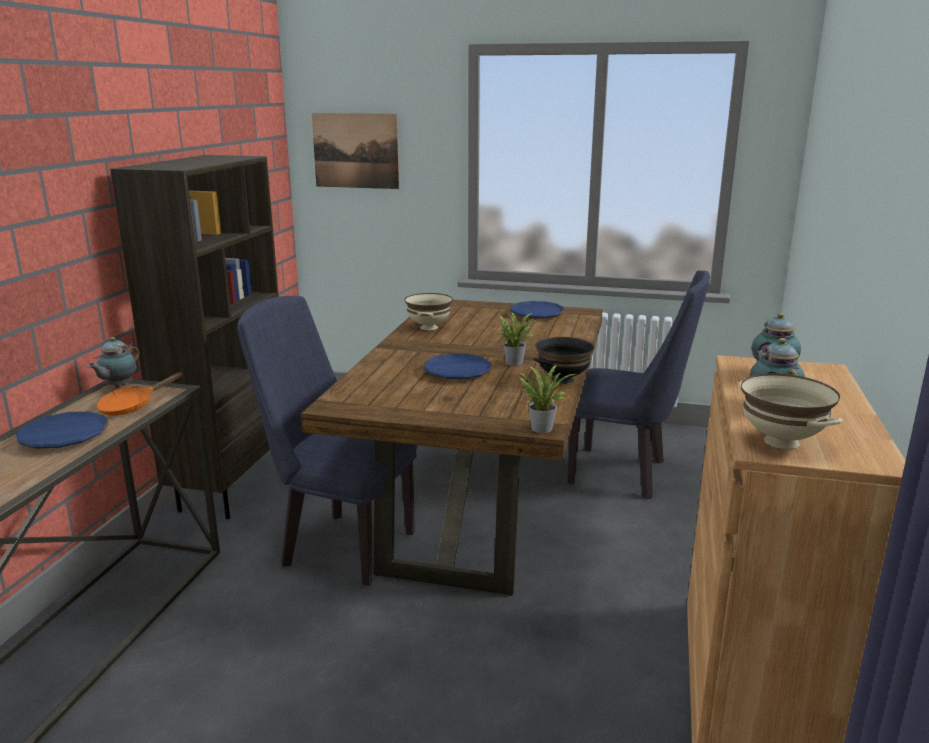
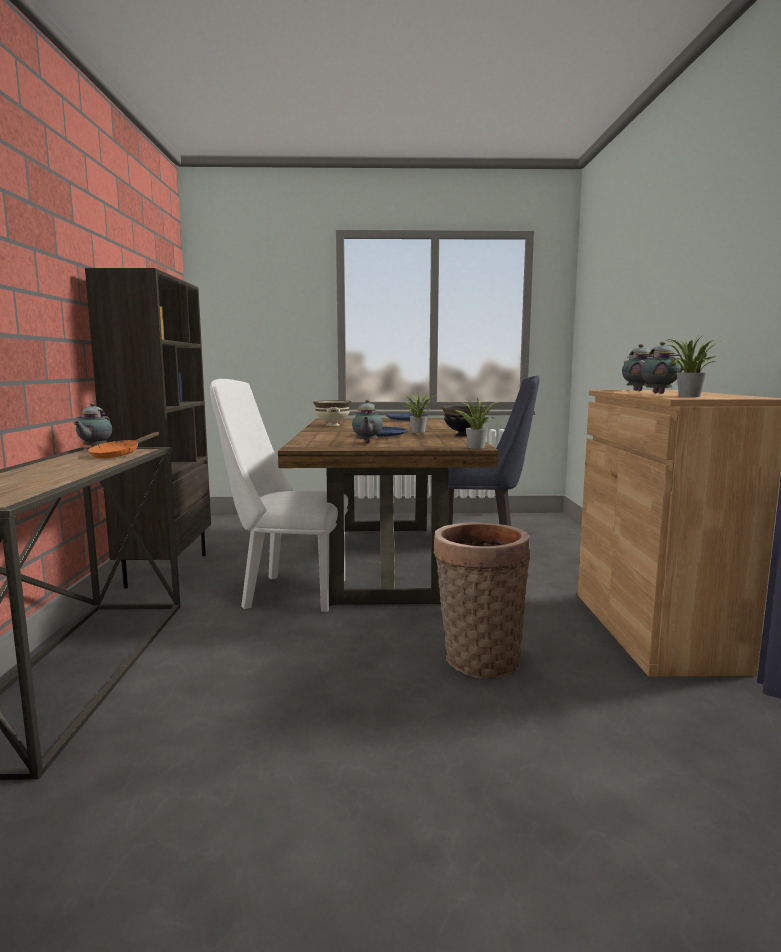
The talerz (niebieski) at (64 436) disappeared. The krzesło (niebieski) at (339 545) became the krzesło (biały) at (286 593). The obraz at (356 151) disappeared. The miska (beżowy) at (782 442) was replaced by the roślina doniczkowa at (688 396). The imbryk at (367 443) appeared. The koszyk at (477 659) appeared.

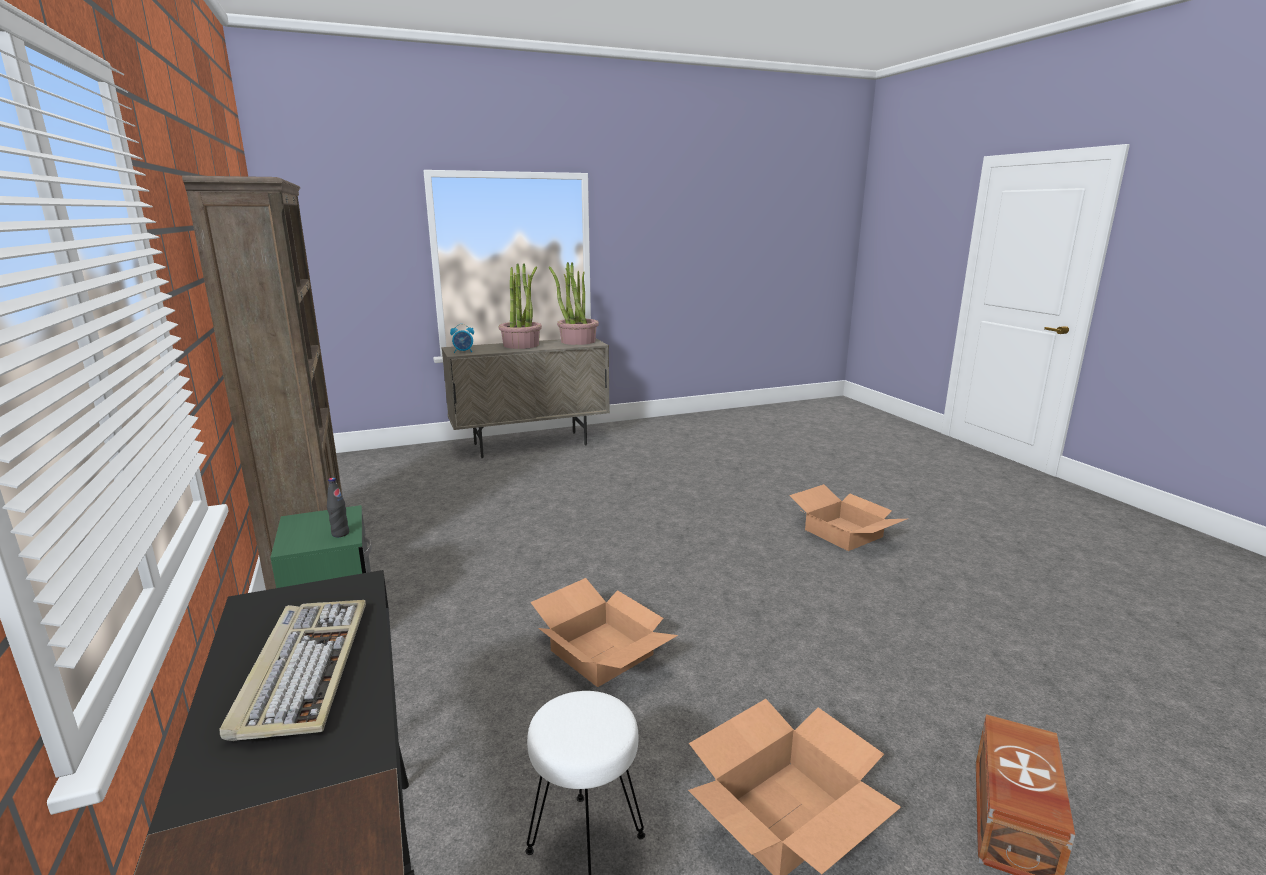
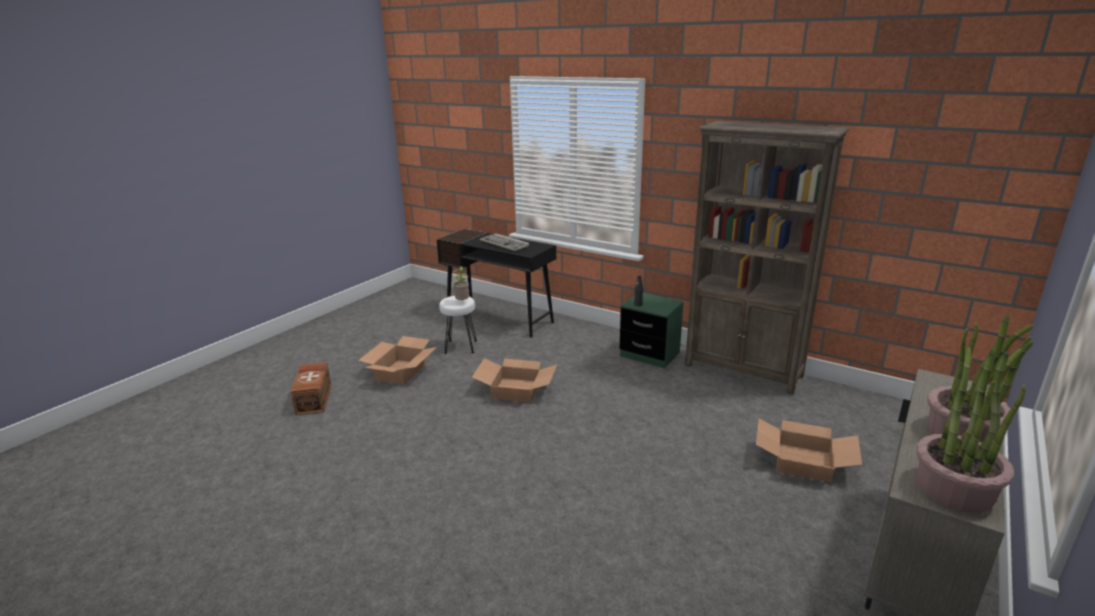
The budzik at (463 352) disappeared. The karton moved from (845 533) to (802 462). The roślina doniczkowa at (462 302) appeared.

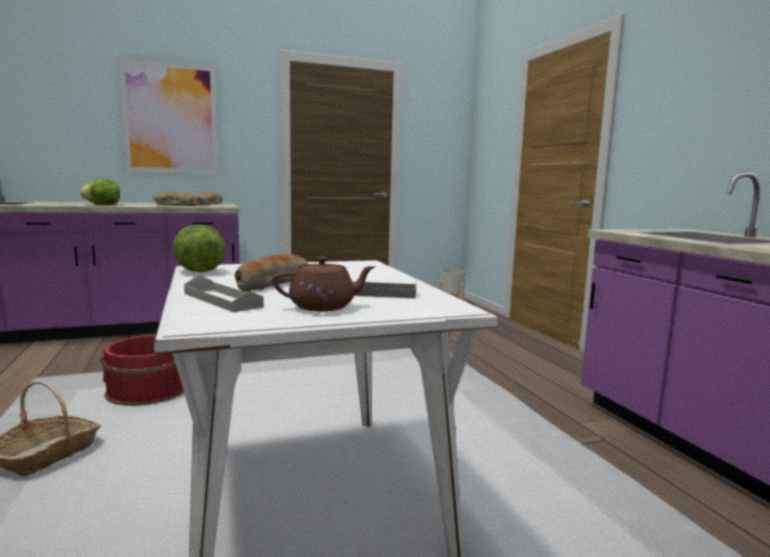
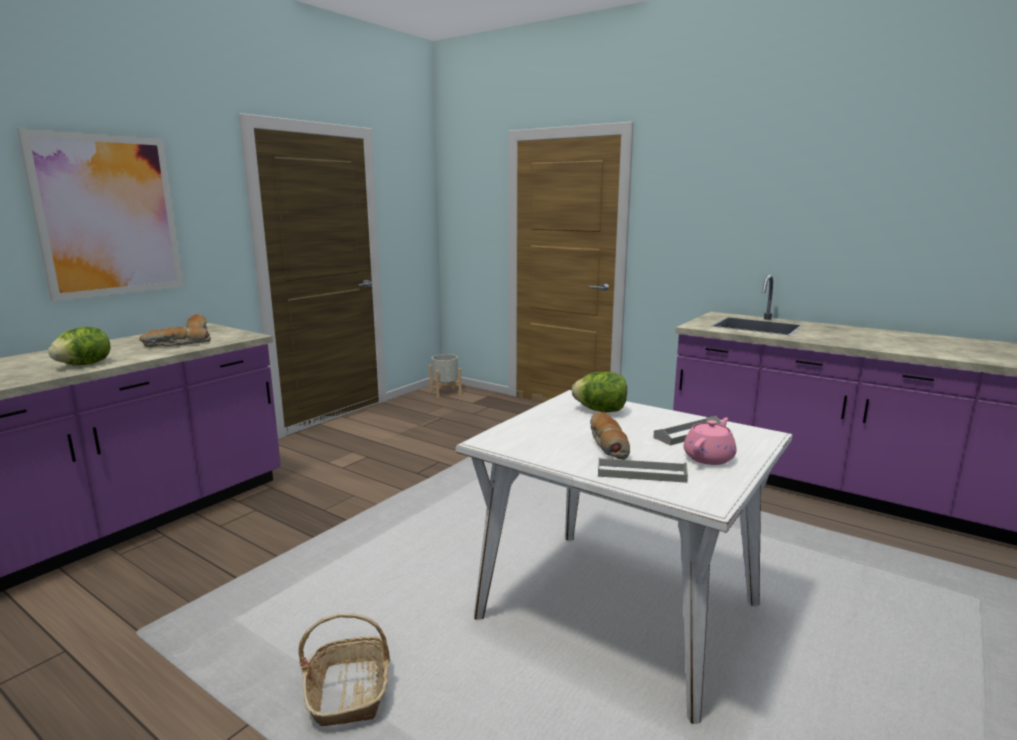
The wiadro (czerwony) at (147 391) disappeared. The sałata moved from (198 271) to (600 410). The imbryk (brązowy) at (324 306) became the imbryk (różowy) at (709 457).

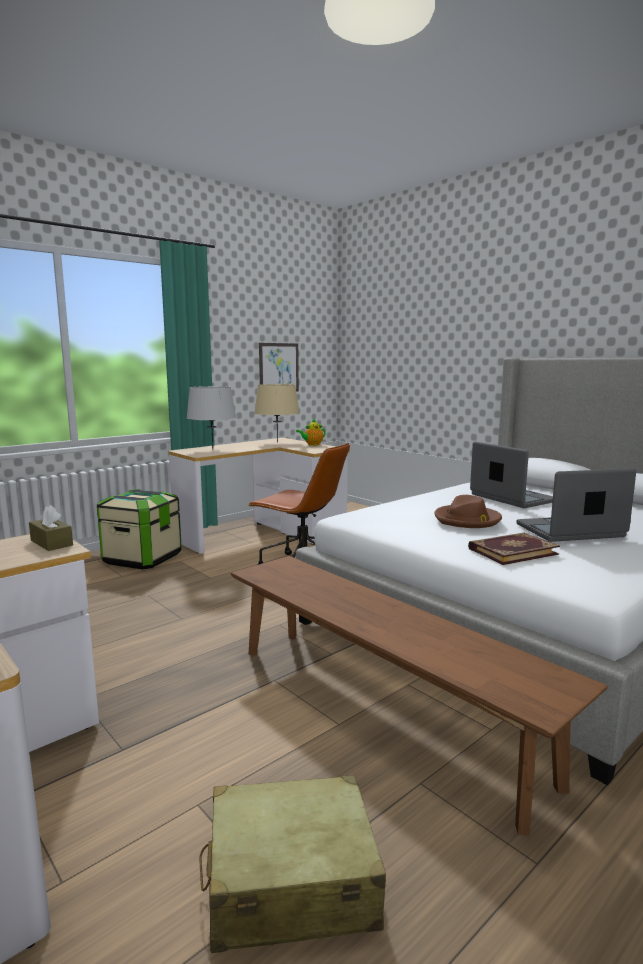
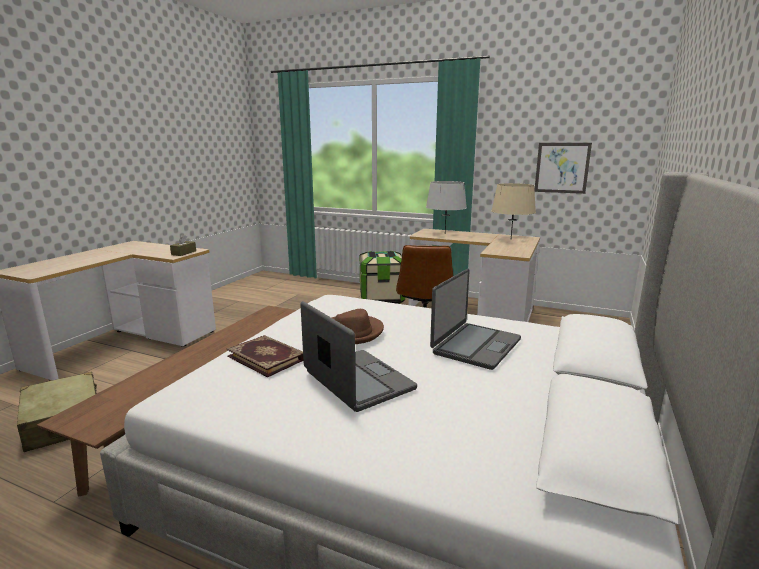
The imbryk at (312 445) disappeared.

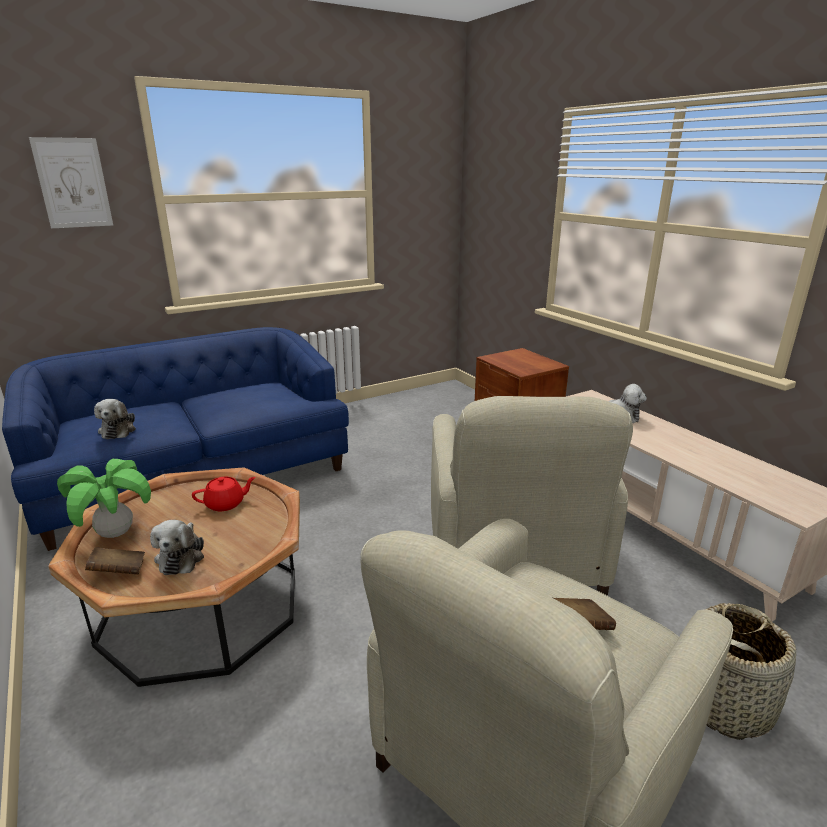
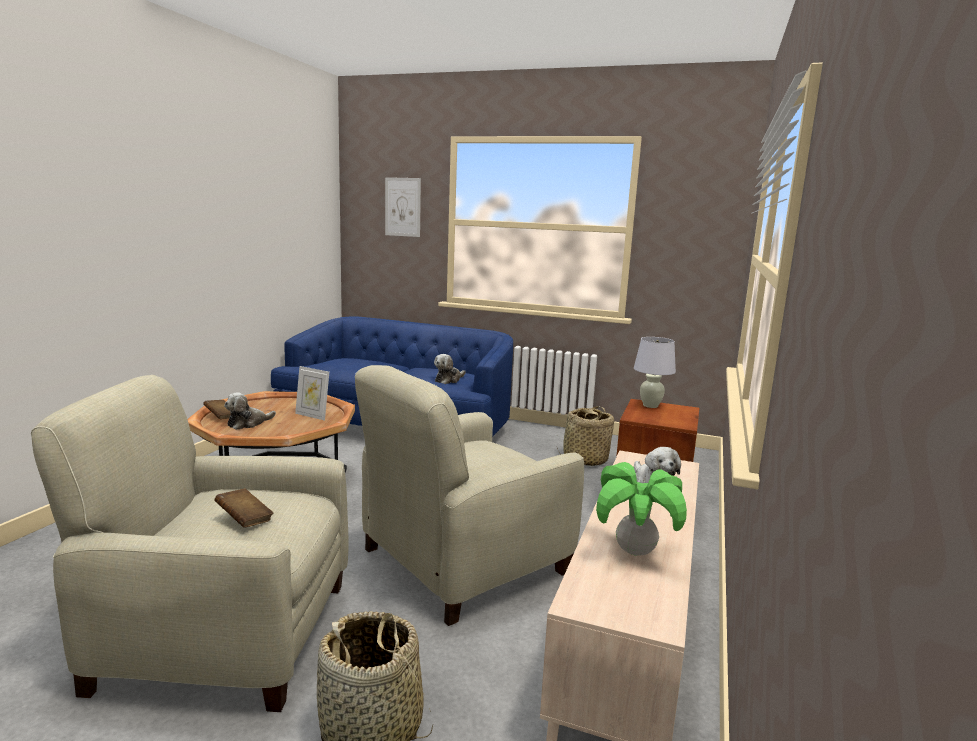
The roślina doniczkowa moved from (116 533) to (635 551). The pluszak moved from (118 430) to (448 380). The imbryk (czerwony) at (226 504) was replaced by the ramka na zdjęcie at (312 416). The koszyk at (585 459) appeared. The lampa stołowa (biały) at (650 405) appeared.

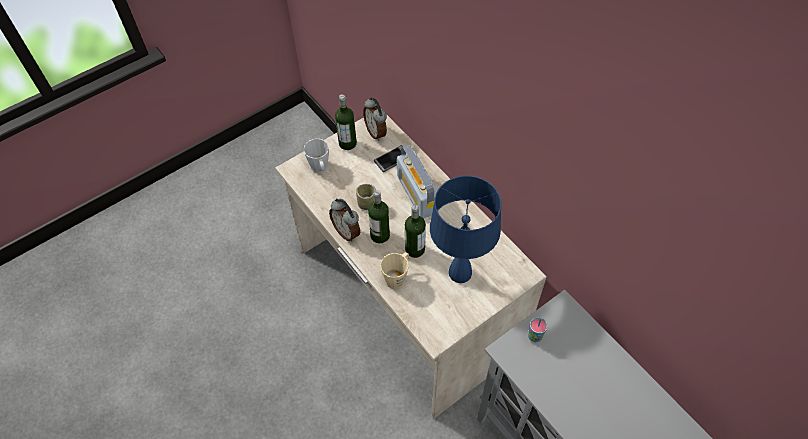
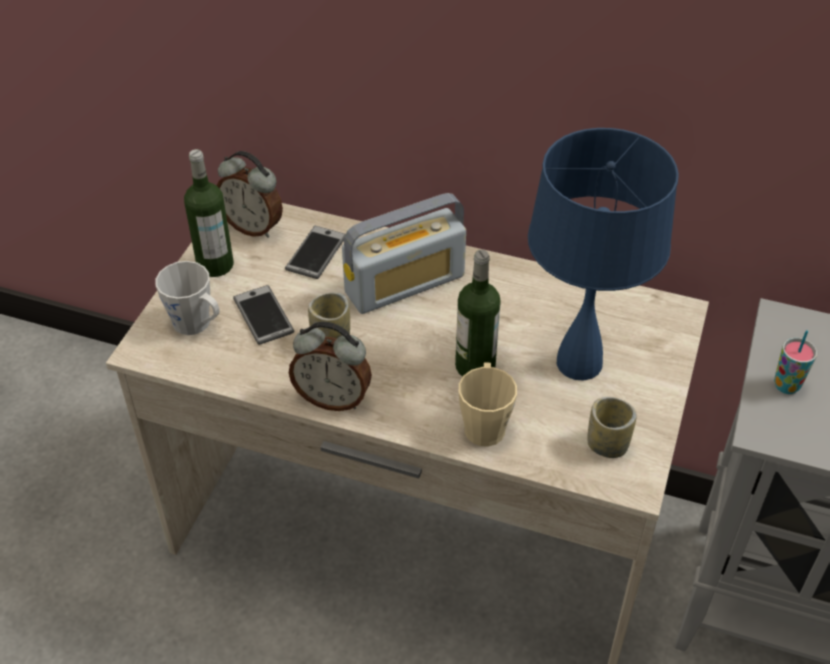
The butelka at (380 235) disappeared. The radio at (417 194) turned 60 degrees counterclockwise. The telefon at (263 316) appeared. The filiżanka at (607 444) appeared.

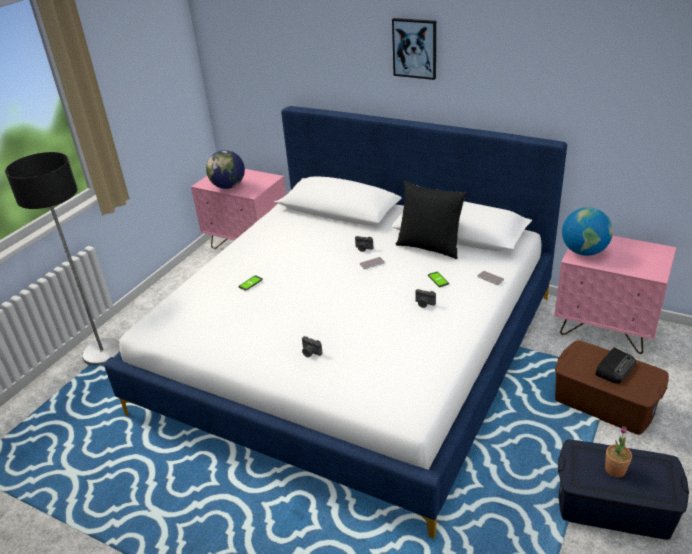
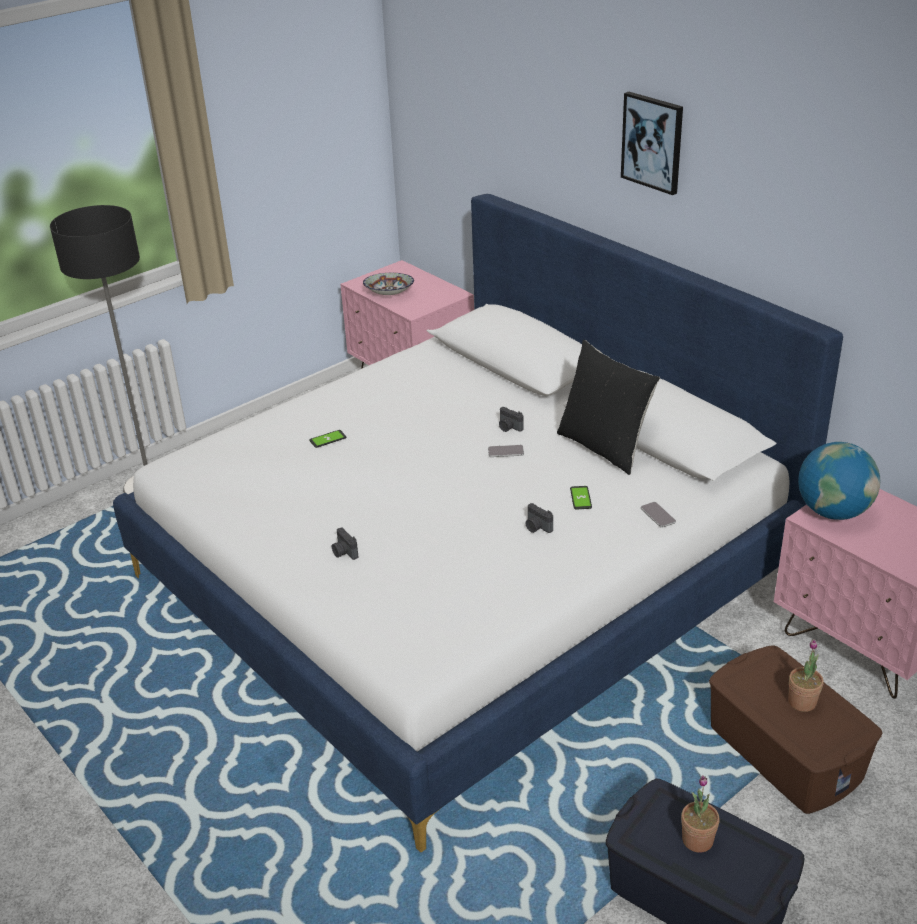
The globus at (228 186) was replaced by the miska at (389 294). The radio at (615 368) was replaced by the roślina doniczkowa at (802 702).

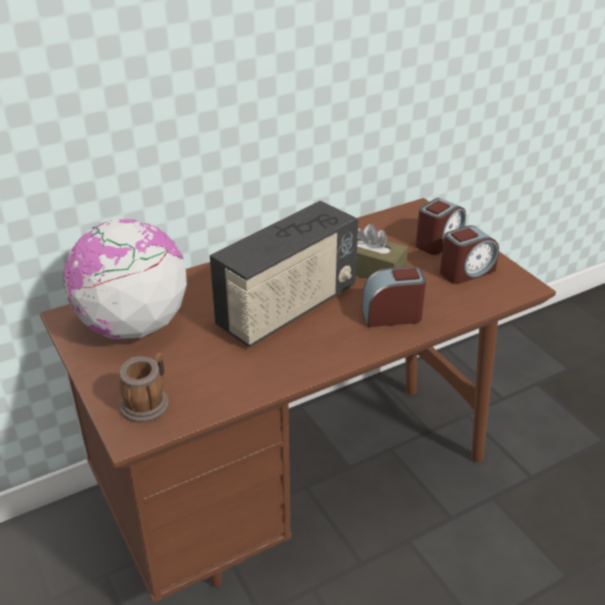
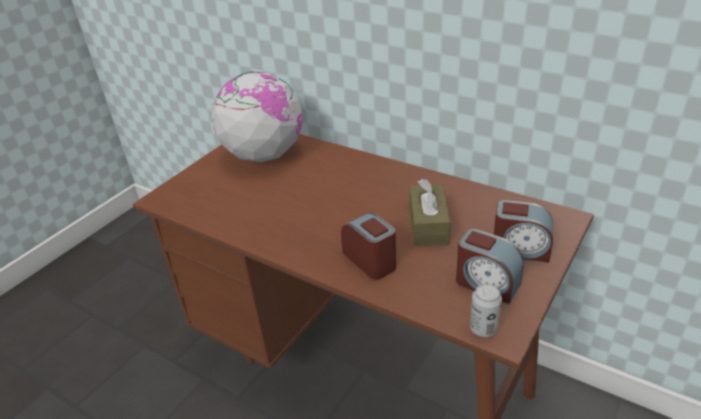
The kubek at (148 402) disappeared. The radio at (288 308) disappeared. The puszka at (483 328) appeared.

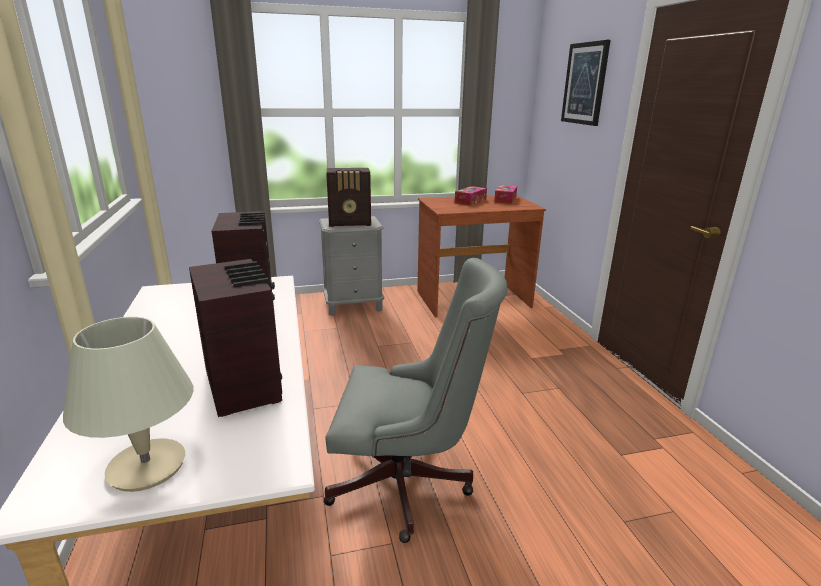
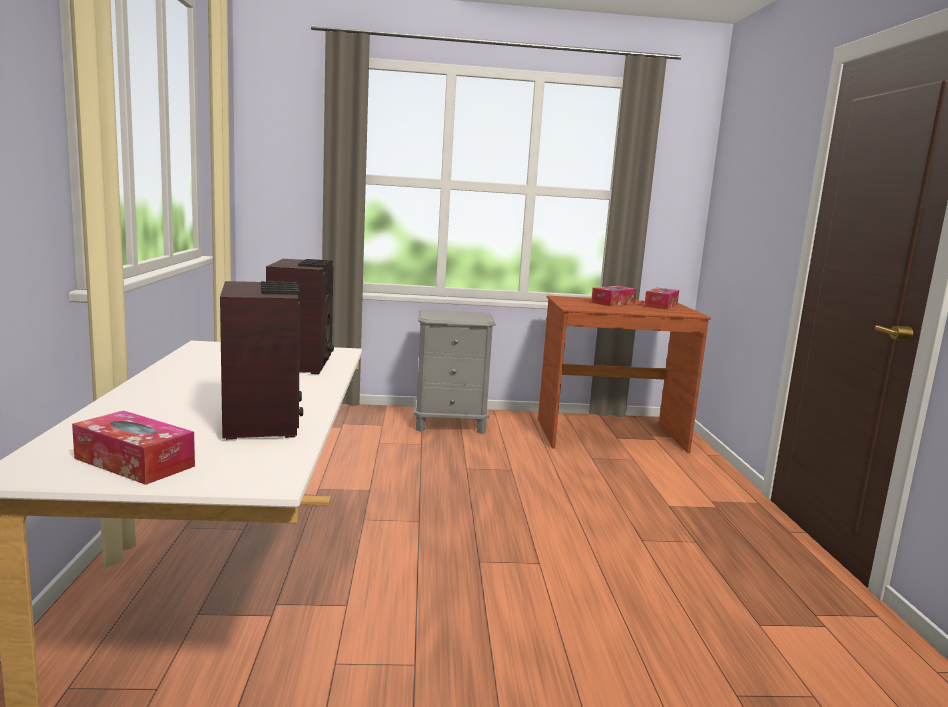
The lampa stołowa (beżowy) at (148 466) was replaced by the pudełko chusteczek at (134 462). The krzesło biurowe (szary) at (408 485) disappeared. The radio at (350 223) disappeared. The obraz at (585 83) disappeared.

